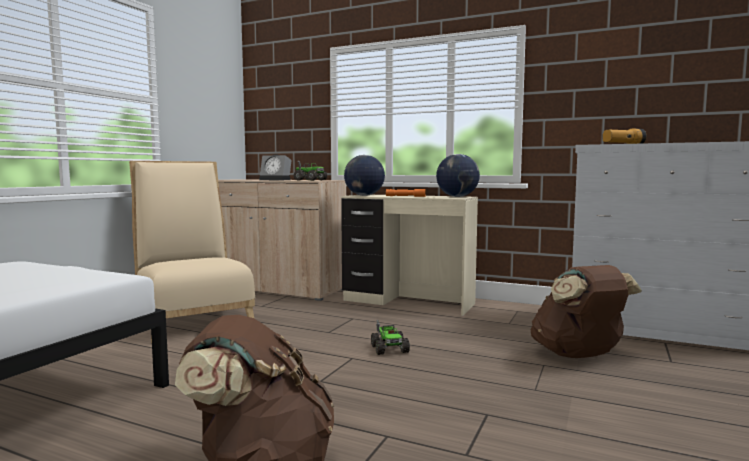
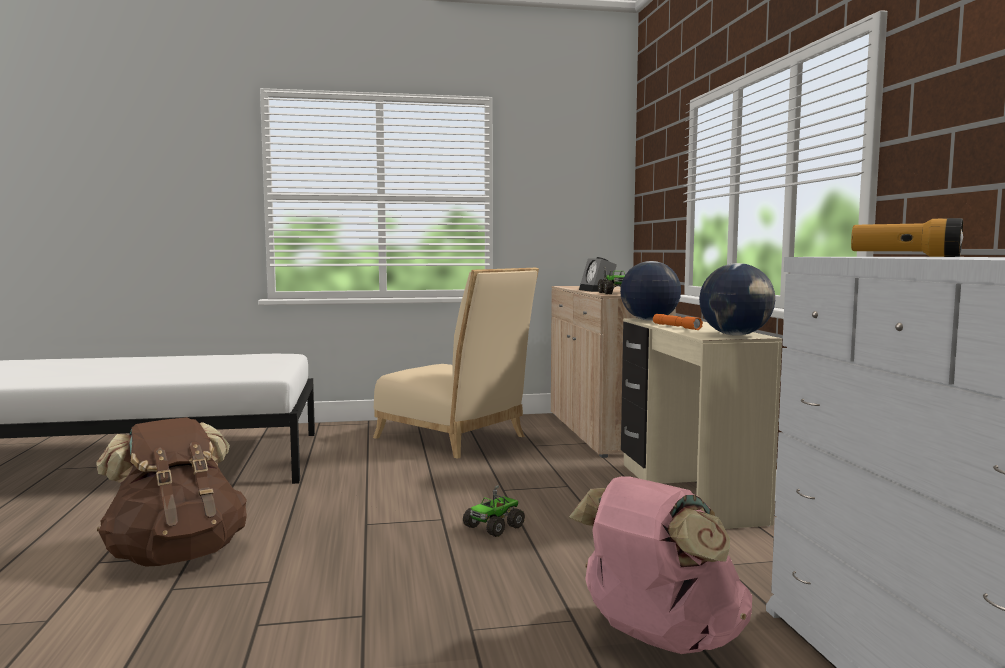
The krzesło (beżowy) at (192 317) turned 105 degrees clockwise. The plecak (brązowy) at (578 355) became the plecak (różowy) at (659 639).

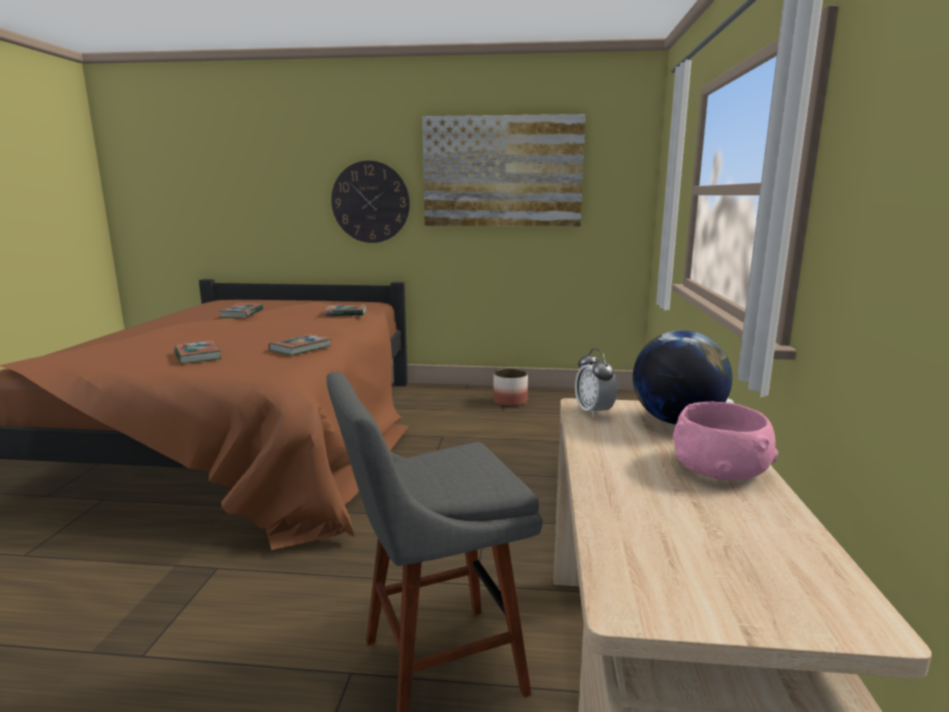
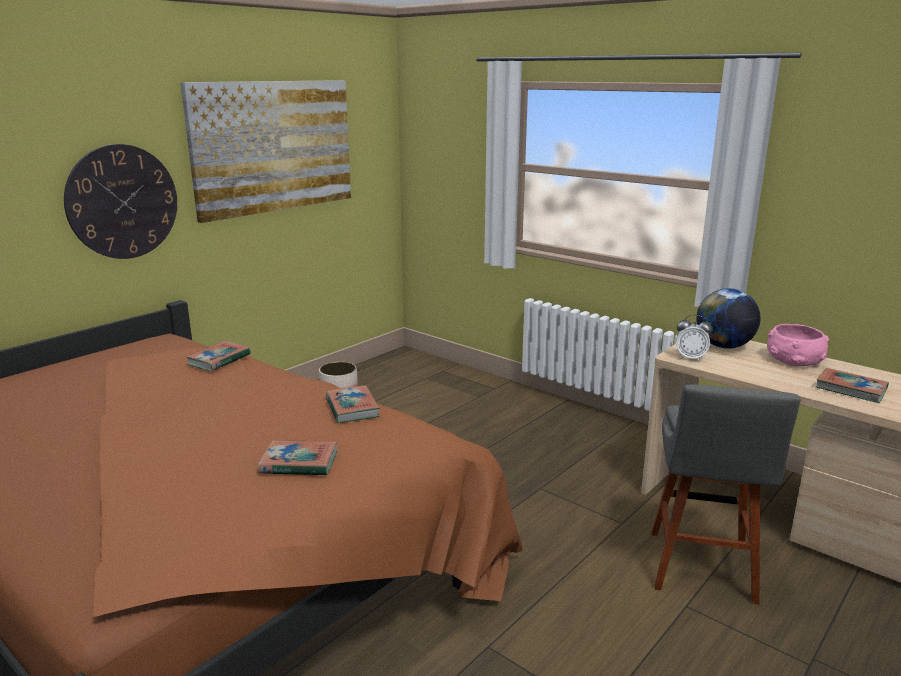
The książka moved from (242 313) to (850 389).

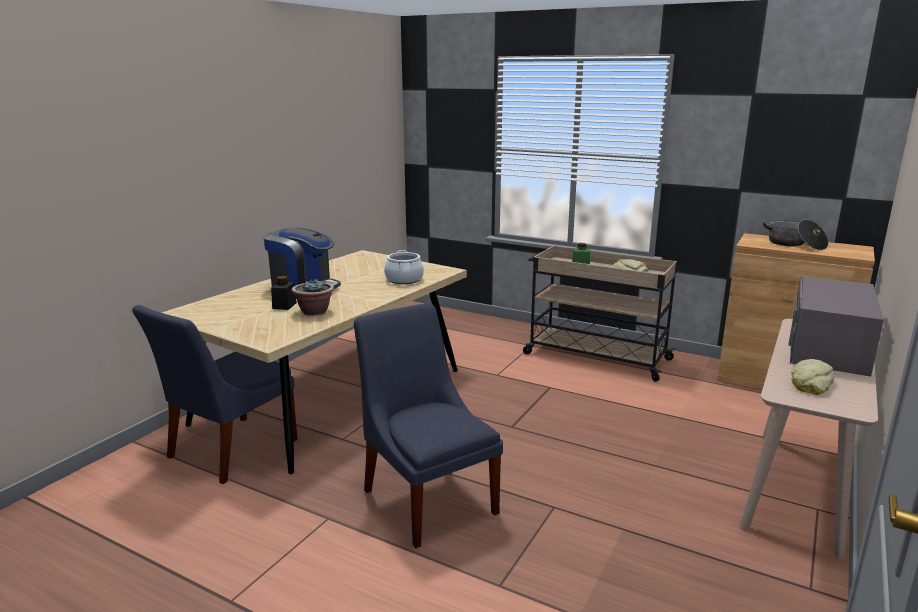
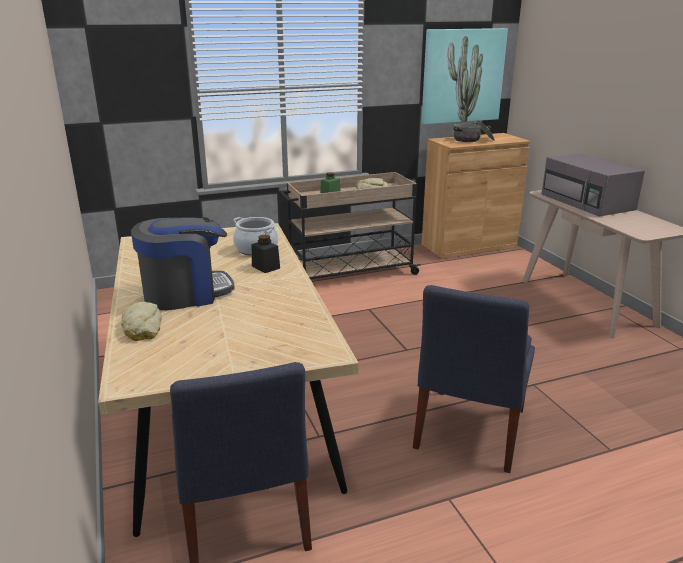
The słoik (czarny) moved from (284 305) to (266 267). The roślina doniczkowa at (314 312) disappeared. The krzesło (niebieski) at (427 497) turned 75 degrees counterclockwise. The chleb moved from (810 383) to (142 328). The obraz at (462 76) appeared.

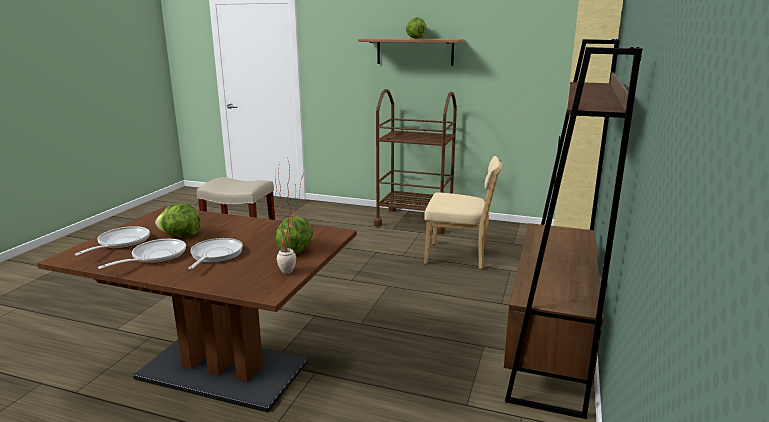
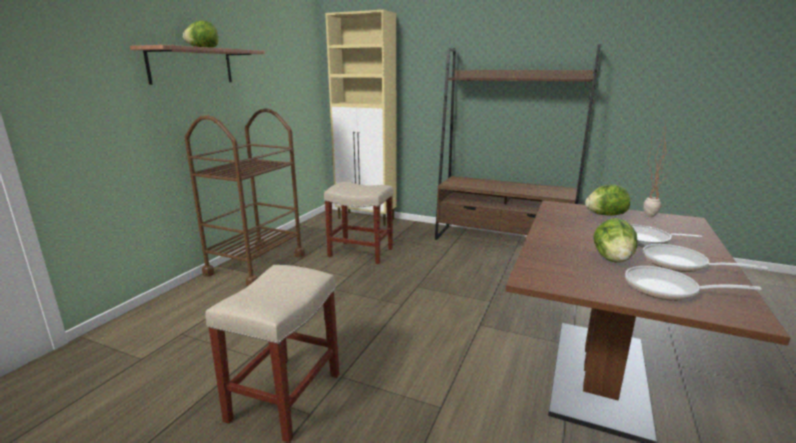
The krzesło (beżowy) at (460 256) was replaced by the stołek (beżowy) at (361 252).

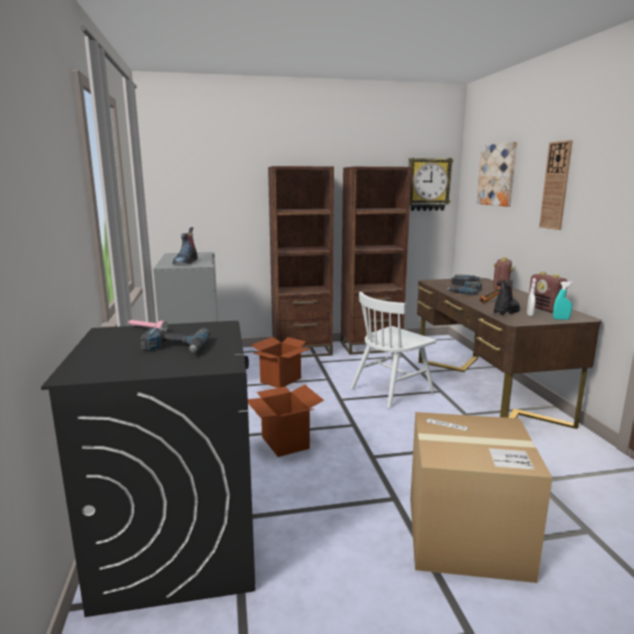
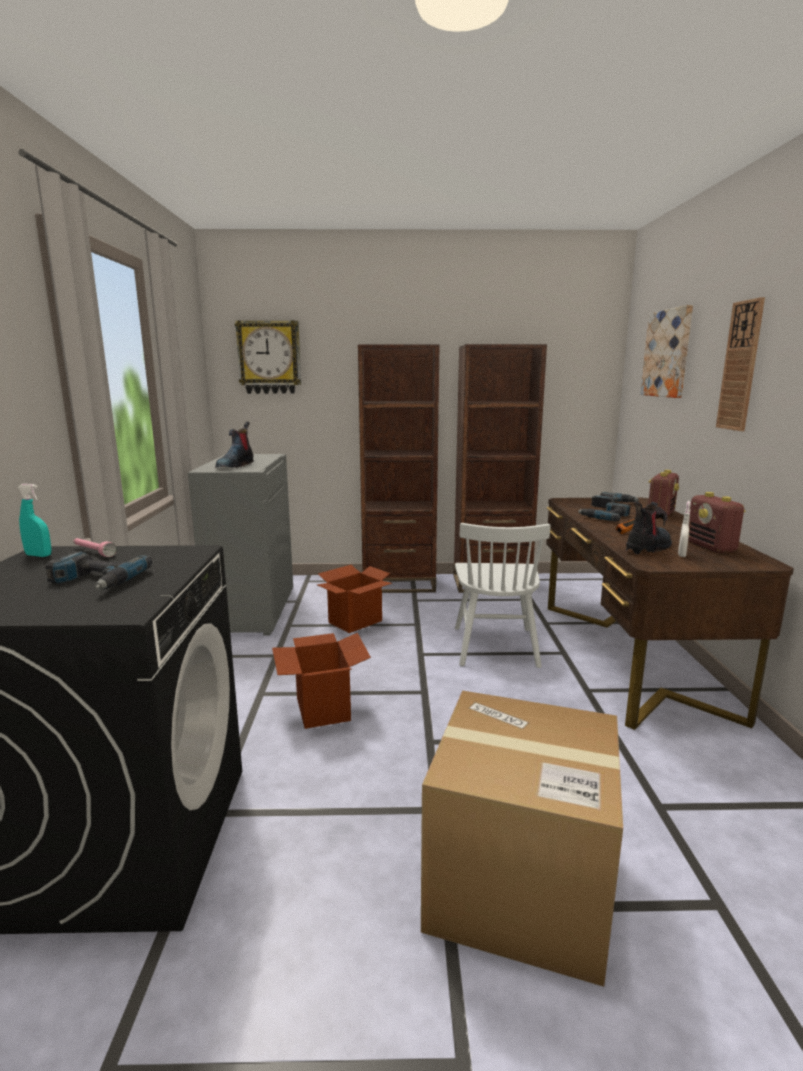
The krzesło (biały) at (391 390) turned 60 degrees counterclockwise. The zegar ścienny moved from (428 184) to (269 357). The spryskiwacz (turkusowy) moved from (561 319) to (38 555).

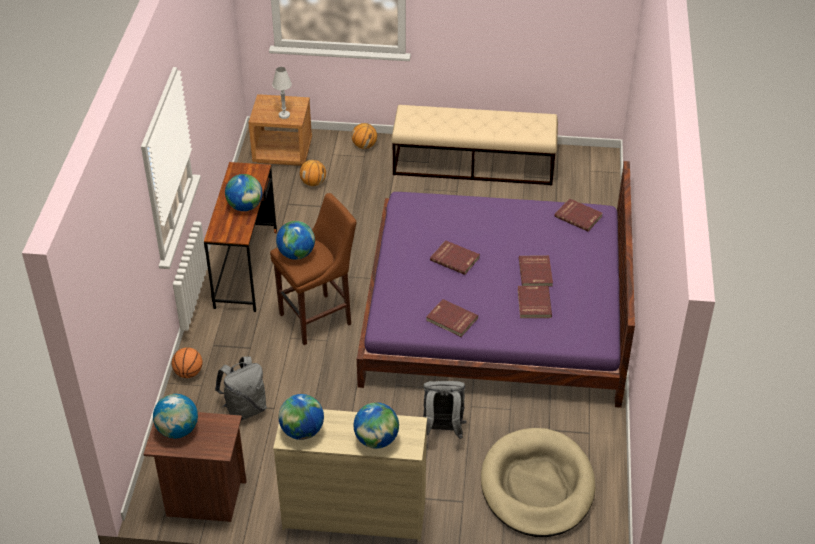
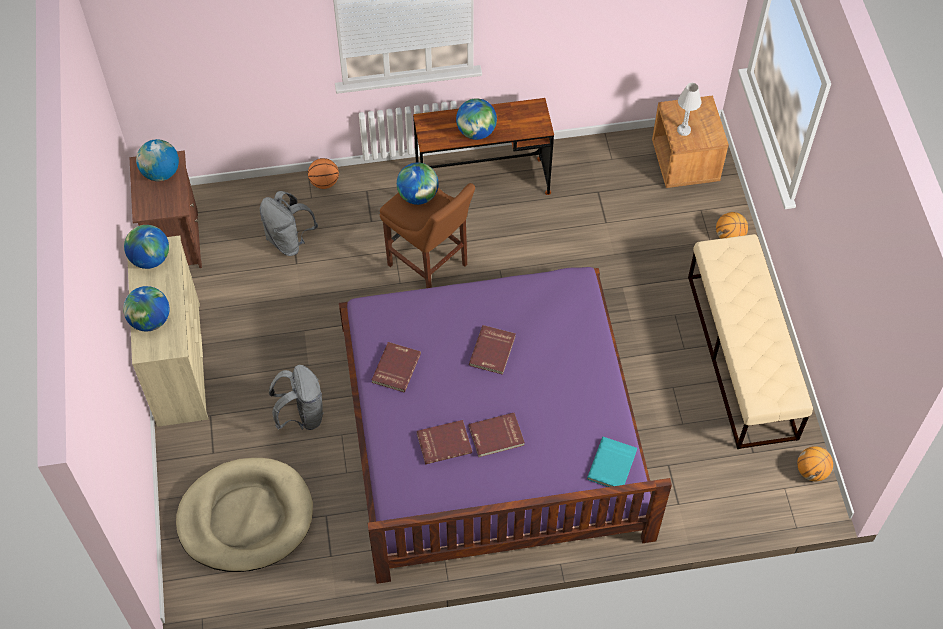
The piłka do koszykówki moved from (313 183) to (812 471). The książka (czerwony) at (578 216) became the książka (turkusowy) at (613 465).

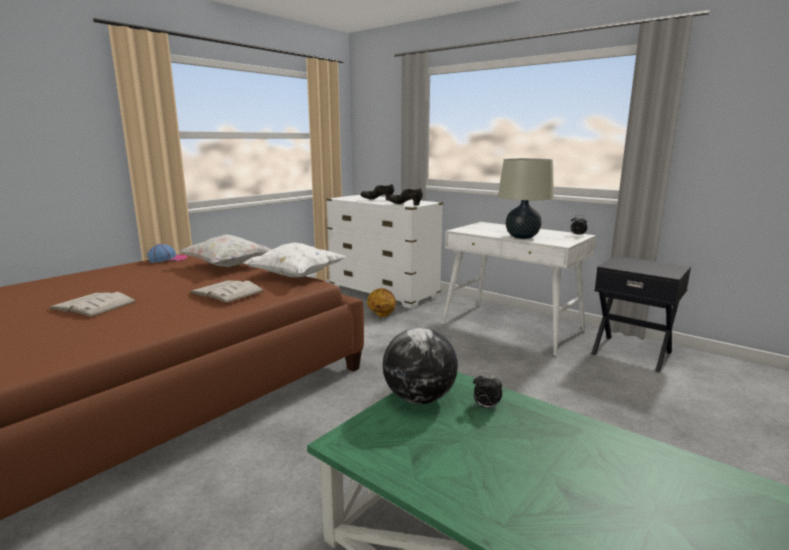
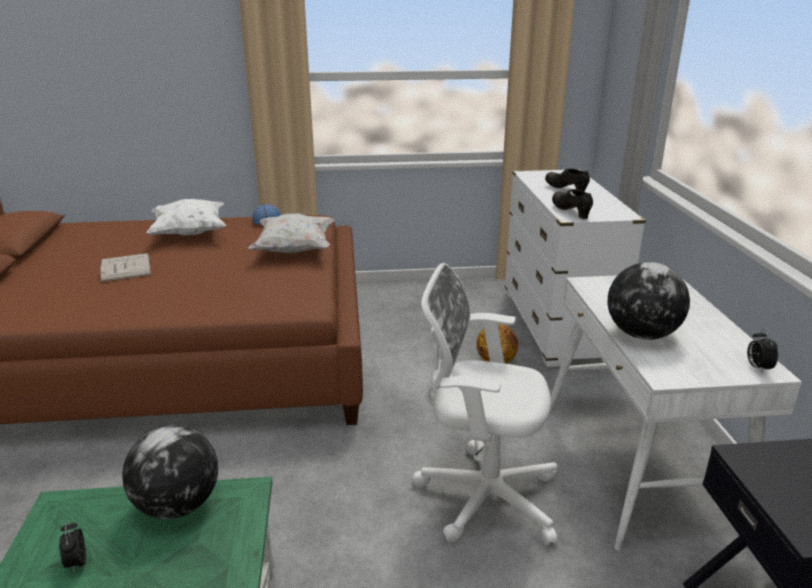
The książka (biały) at (227 292) disappeared. The poduszka (biały) moved from (295 276) to (190 233). The budzik moved from (486 407) to (77 562). The lampa stołowa (beżowy) at (522 237) was replaced by the globus at (641 334). The krzesło biurowe (biały) at (481 495) appeared.

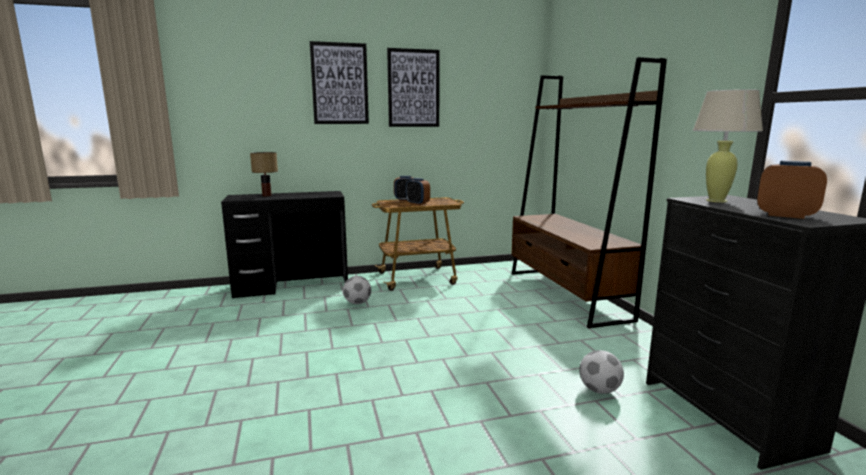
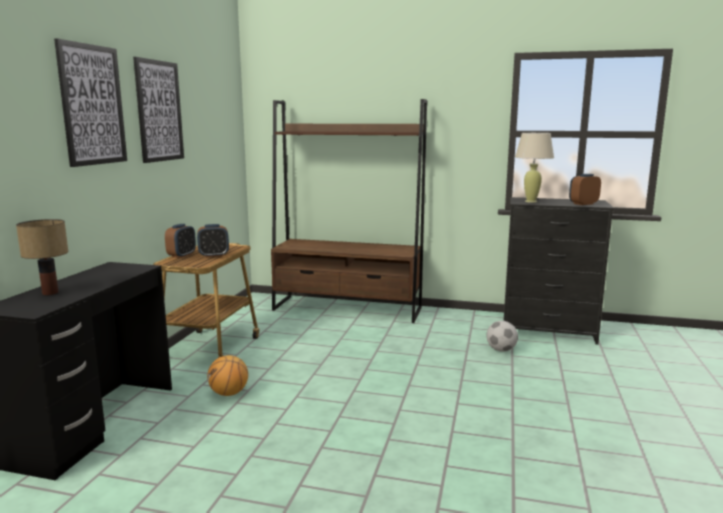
The piłka futbolowa at (357 303) was replaced by the piłka do koszykówki at (229 393).

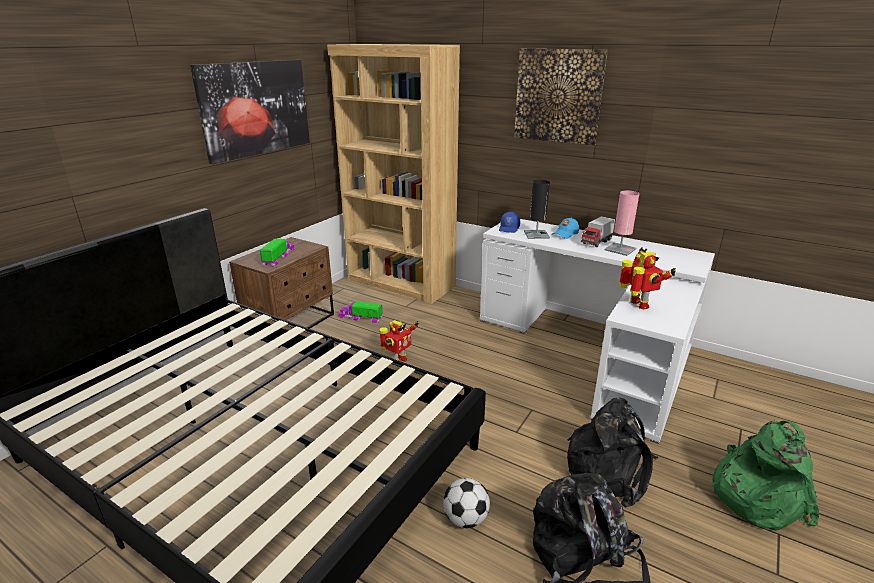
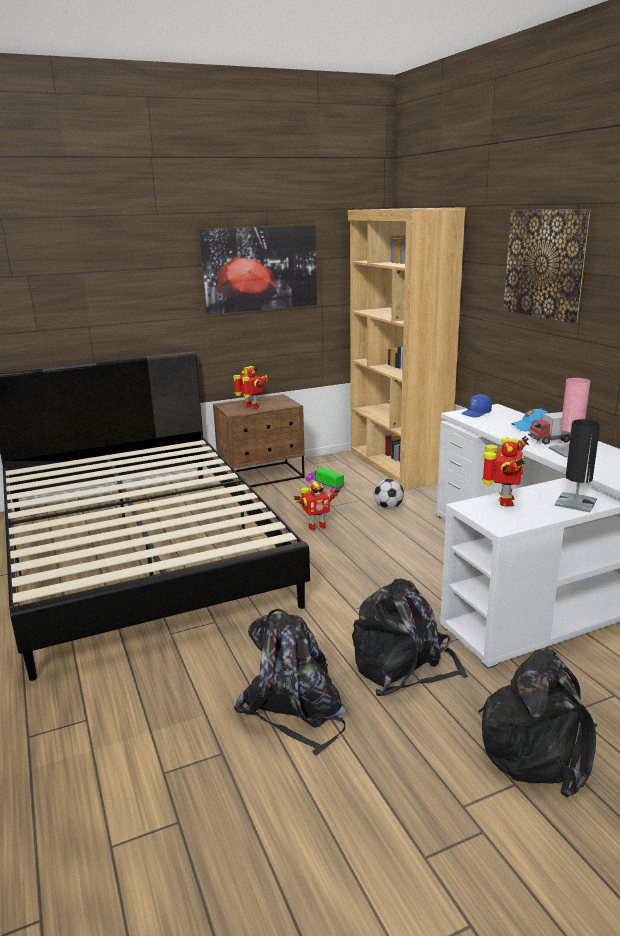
The ciężarówka zabawkowa at (278 257) was replaced by the robot zabawkowy at (251 407). The piłka futbolowa moved from (466 519) to (388 507). The lampa stołowa (czarny) moved from (536 235) to (575 503). The plecak (zielony) at (755 495) became the plecak (czarny) at (538 747).

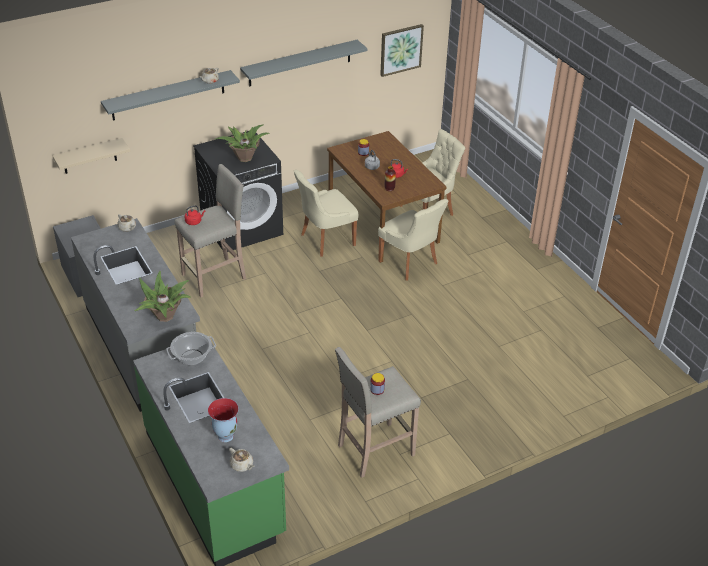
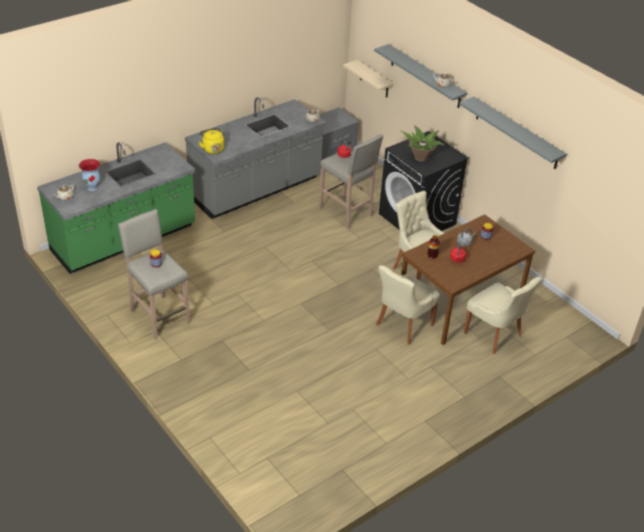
The roślina doniczkowa at (165 316) was replaced by the czajnik (żółty) at (212 149). The garnek at (192 357) disappeared. The obraz at (401 49) disappeared.

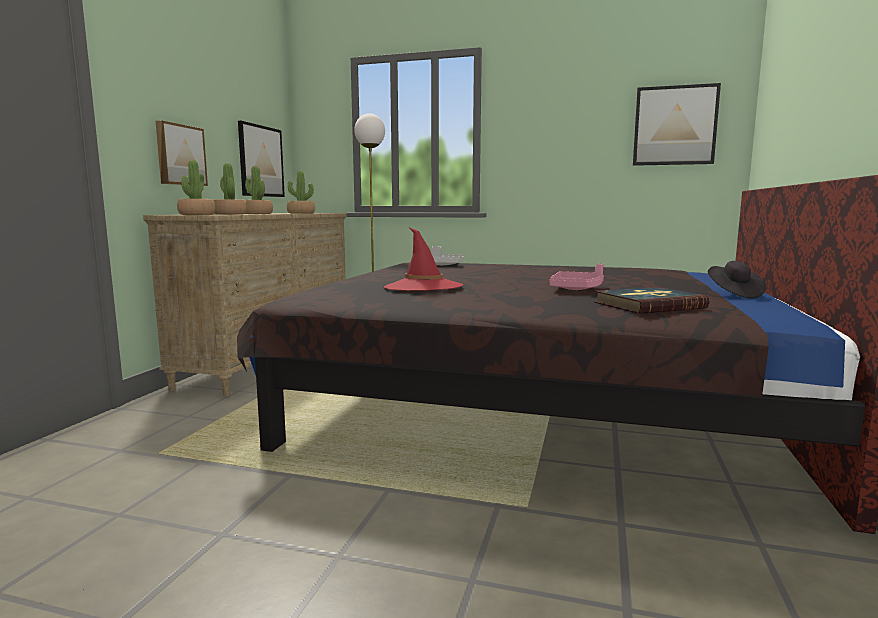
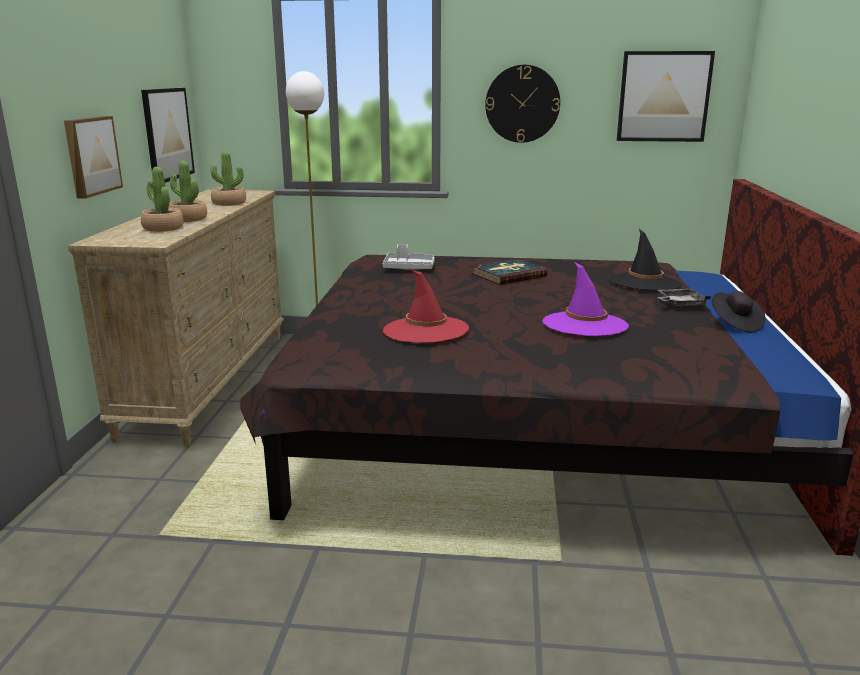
The roślina doniczkowa at (196 214) disappeared. The taca (różowy) at (577 289) was replaced by the kapelusz (fioletowy) at (584 324). The książka moved from (648 305) to (508 275). The zegar ścienny at (522 104) appeared. The kapelusz (czarny) at (644 283) appeared. The taca (szary) at (680 304) appeared.

